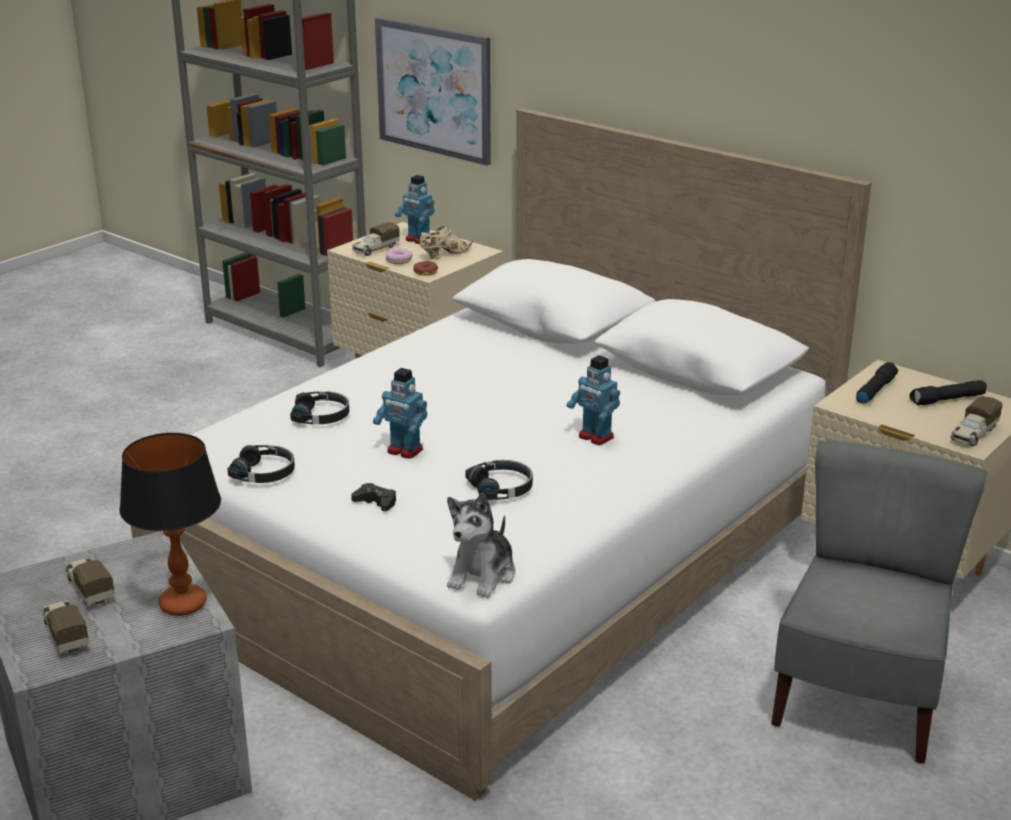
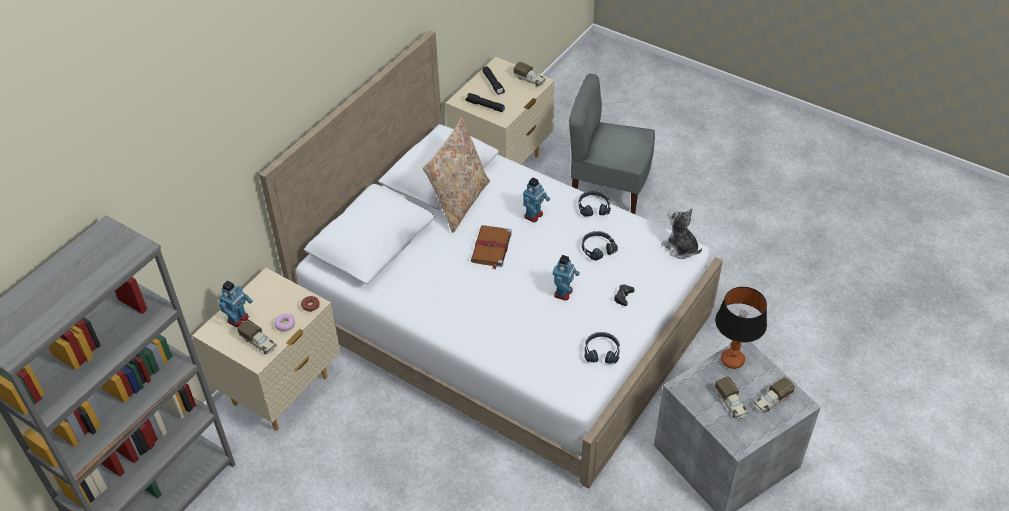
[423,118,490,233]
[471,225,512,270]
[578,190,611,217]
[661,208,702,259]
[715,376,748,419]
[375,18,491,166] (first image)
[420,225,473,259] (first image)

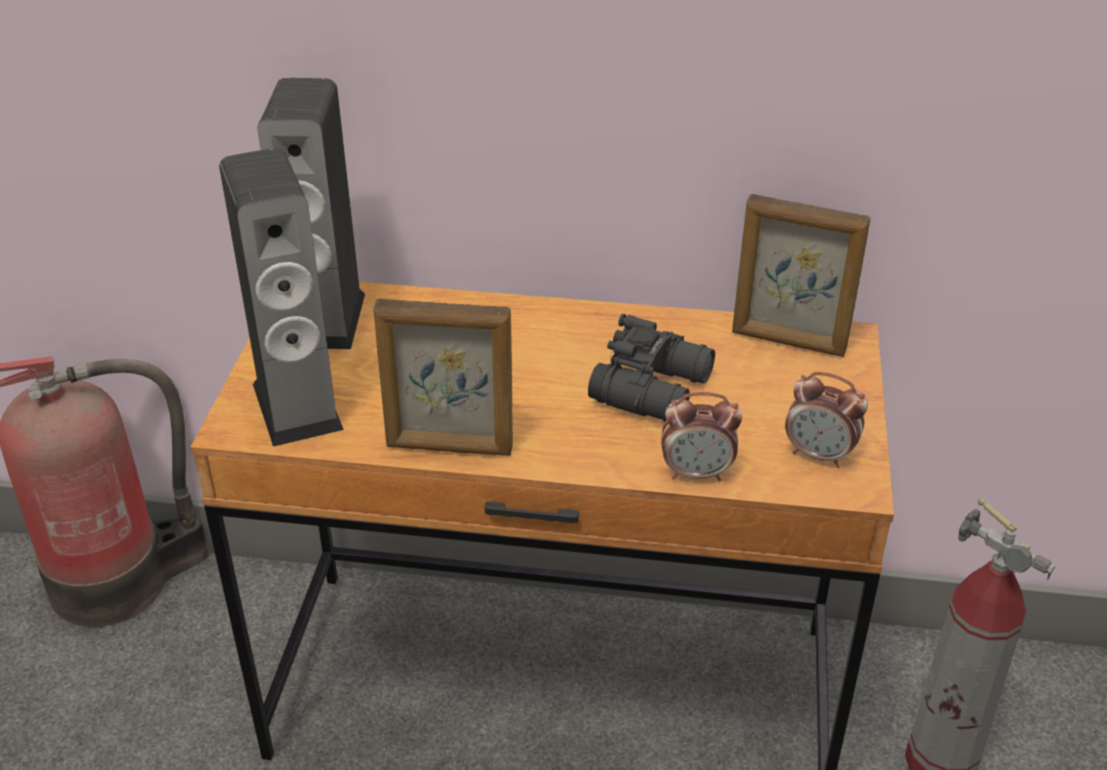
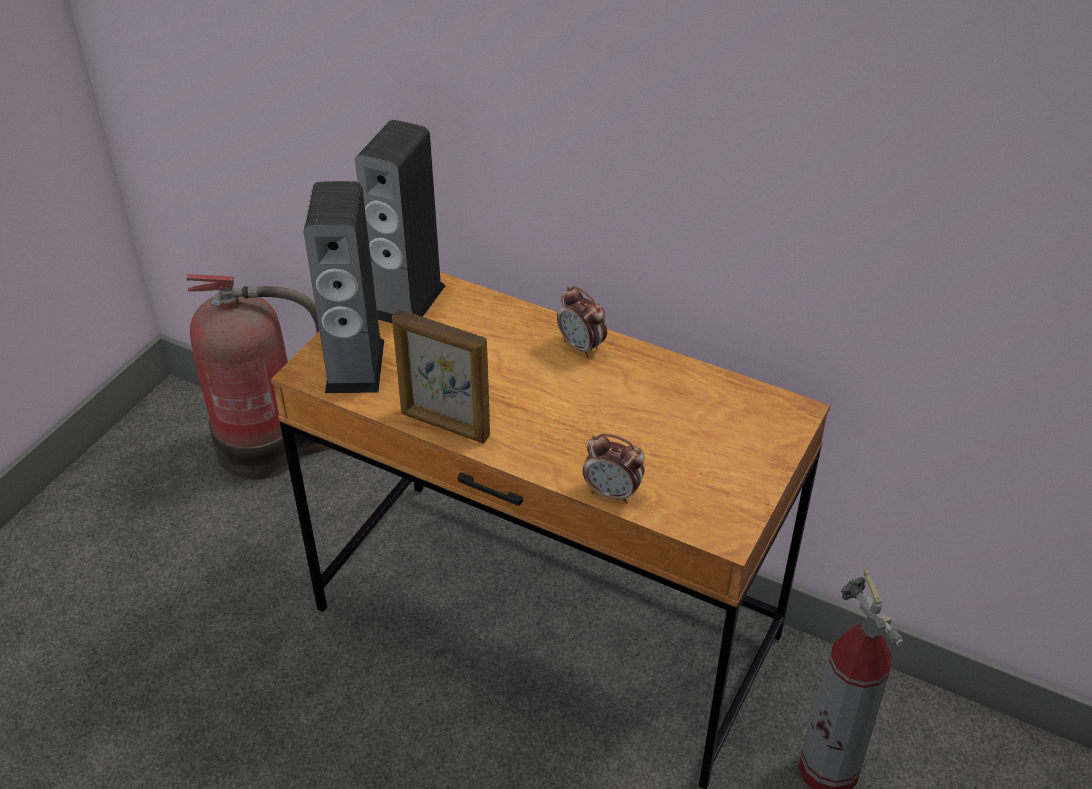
[557,286,607,358]
[588,314,715,422] (first image)
[732,194,871,357] (first image)

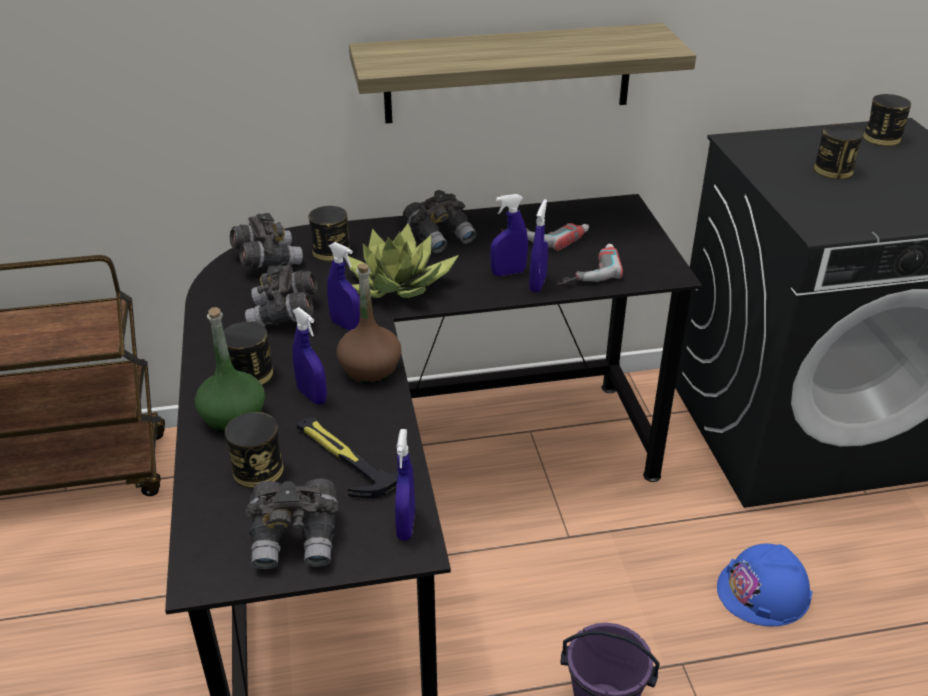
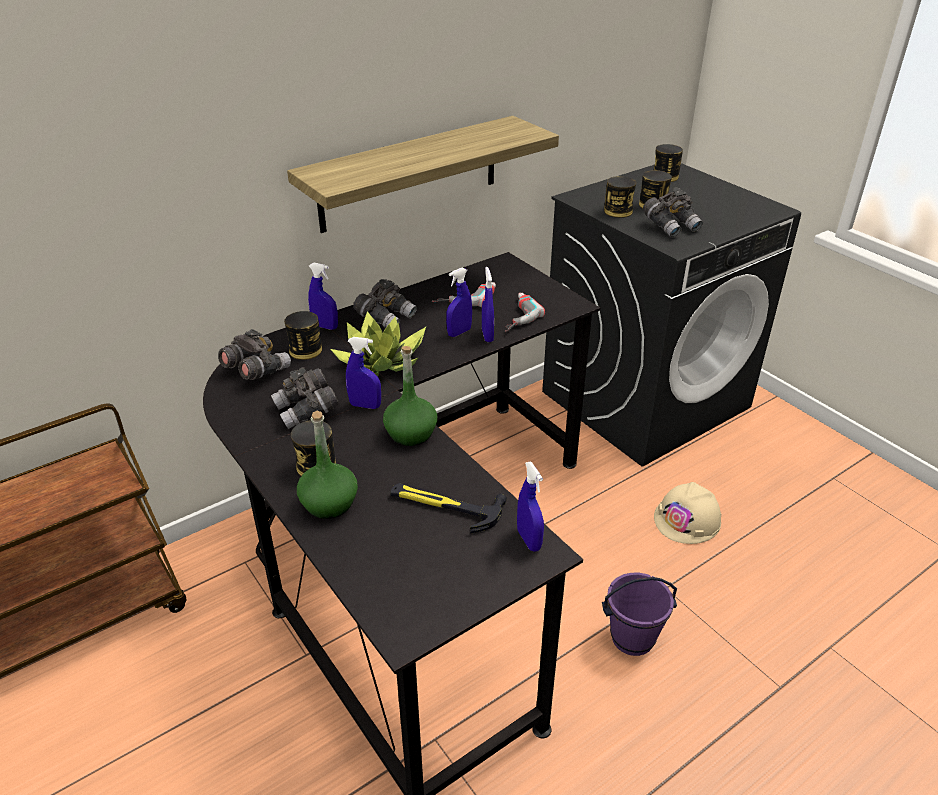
[308,262,338,330]
[383,346,437,446]
[604,176,636,218]
[643,187,703,238]
[654,482,721,544]

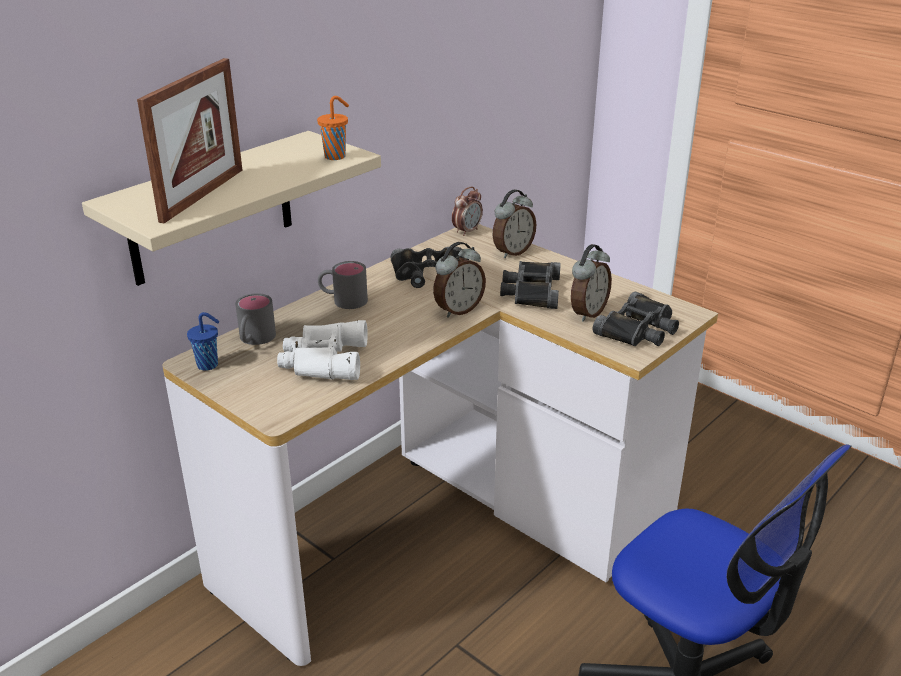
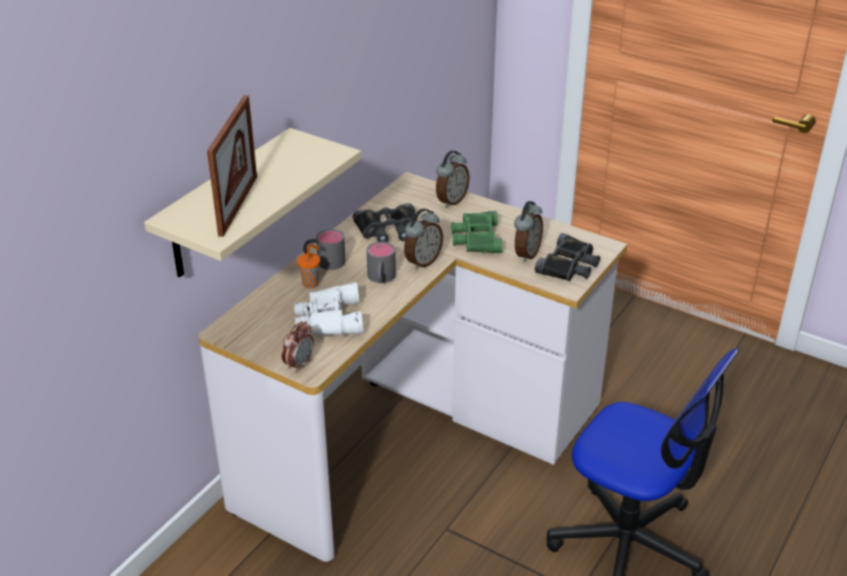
[282,321,314,373]
[297,244,320,288]
[367,242,396,283]
[451,211,503,253]
[187,312,220,371] (first image)

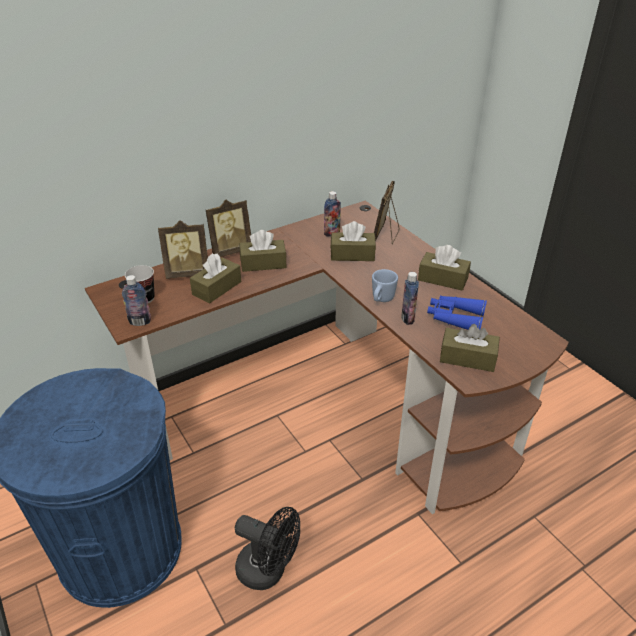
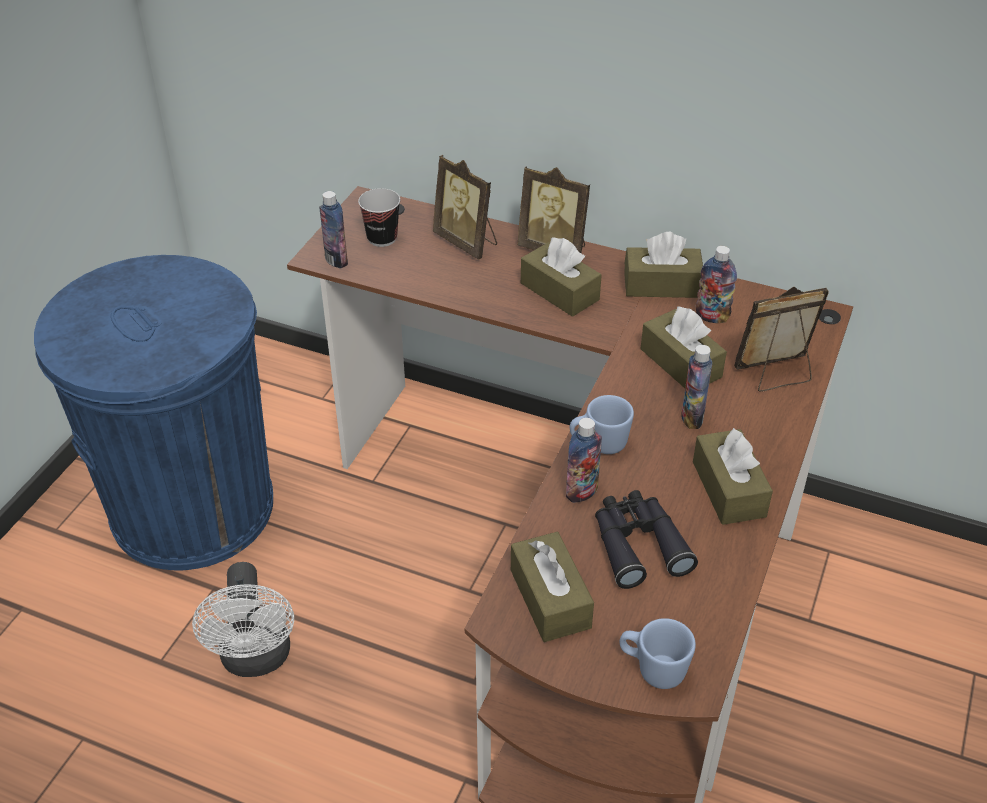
[192,562,294,677]
[595,490,698,589]
[620,618,696,689]
[624,232,703,298]
[681,345,712,429]

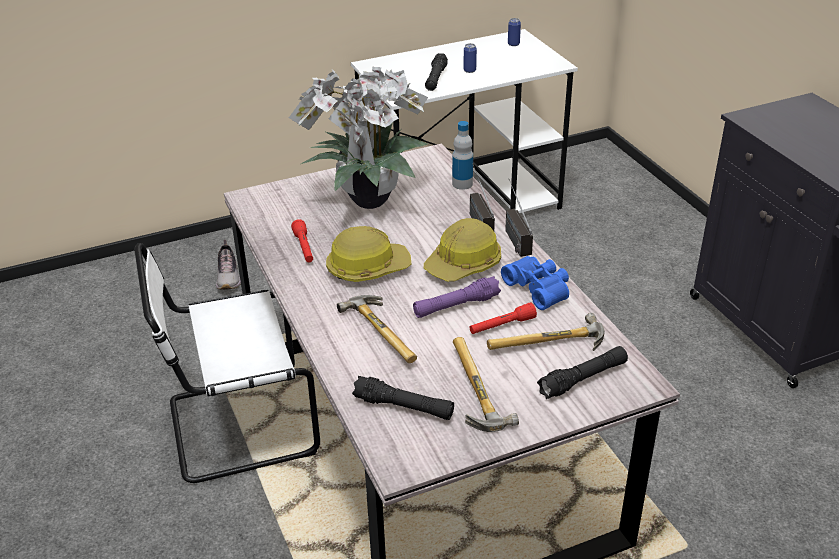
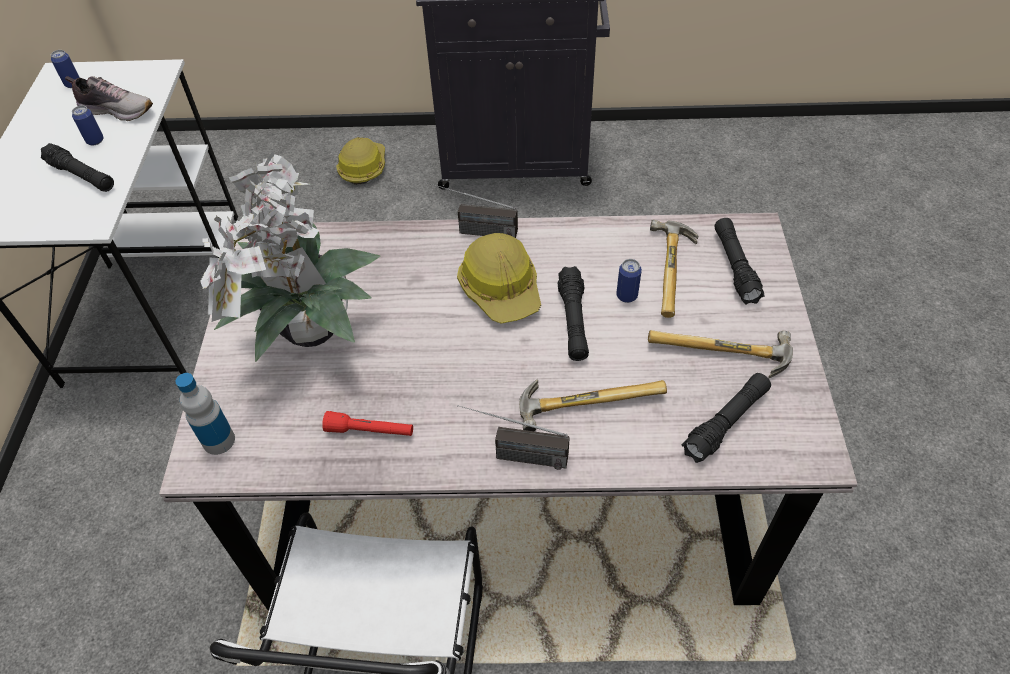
[65,76,153,121]
[176,373,235,455]
[336,137,385,185]
[457,405,570,470]
[558,266,589,361]
[616,259,642,303]
[501,256,569,310] (first image)

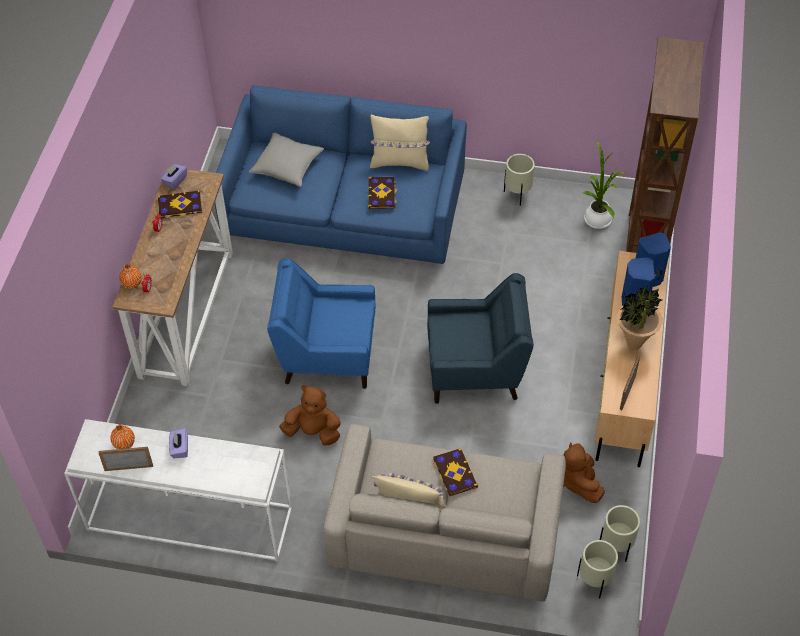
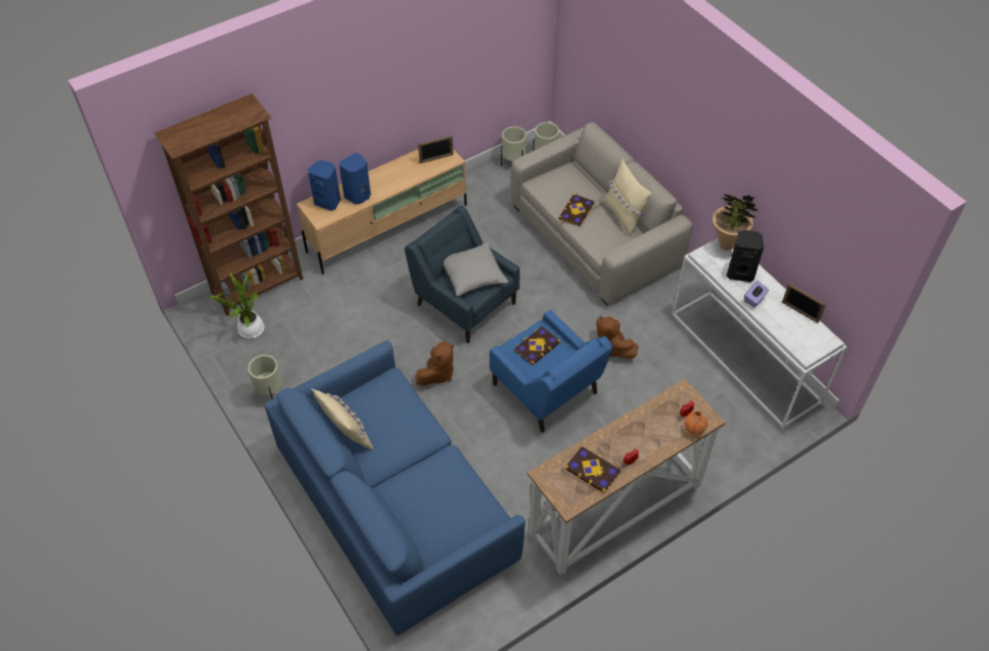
[416,341,454,386]
[443,242,508,296]
[514,326,561,365]
[712,194,760,251]
[726,230,764,282]
[110,424,135,449] (first image)
[161,164,187,189] (first image)

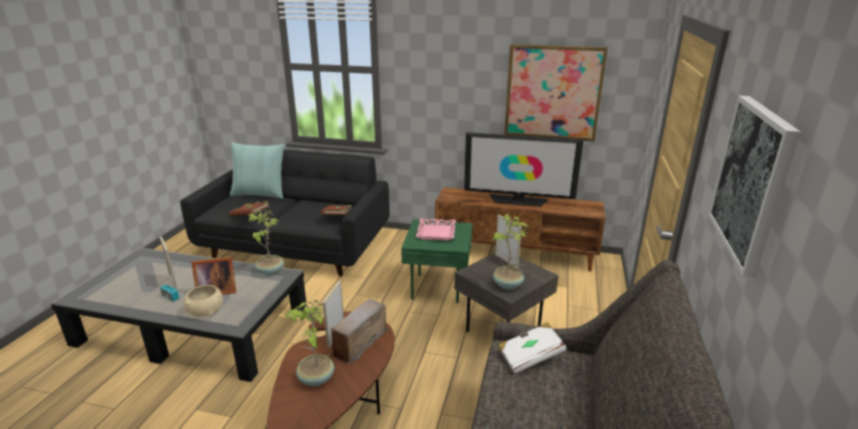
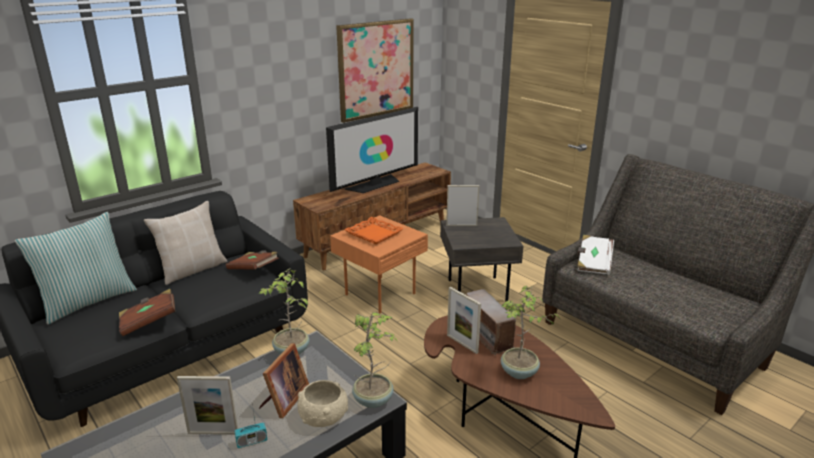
[144,201,227,285]
[330,215,428,313]
[344,217,404,244]
[352,312,397,408]
[708,96,801,278] (first image)

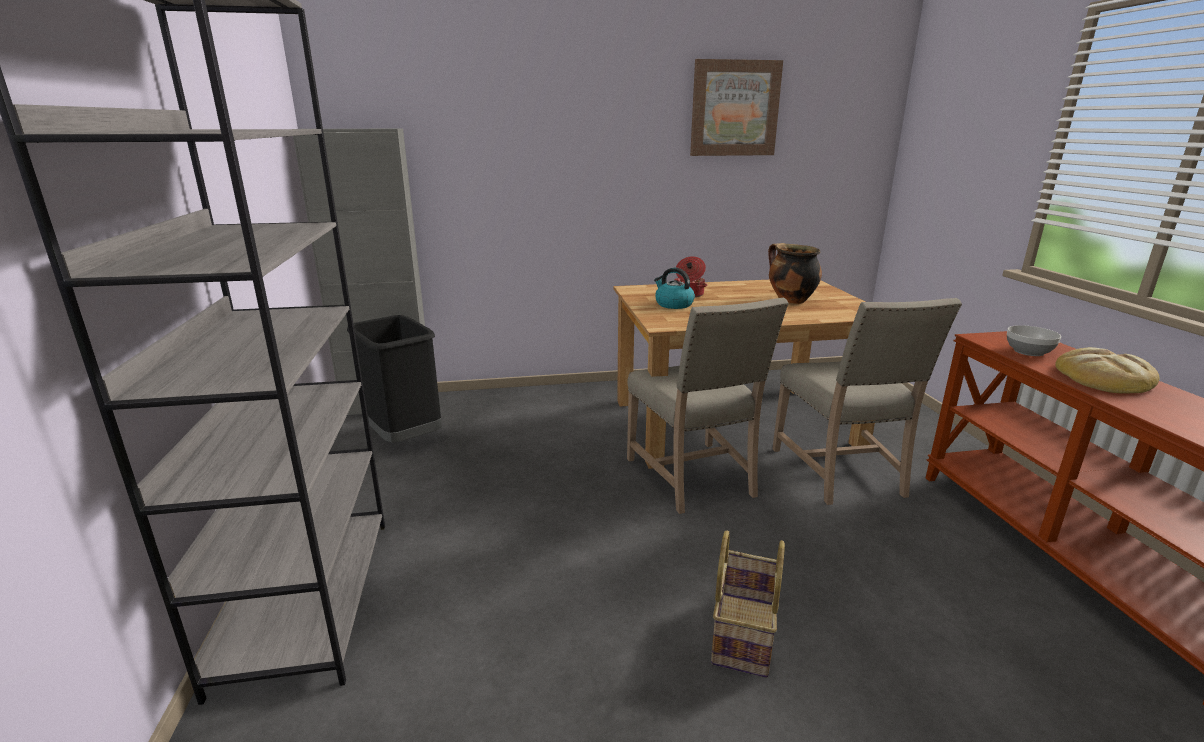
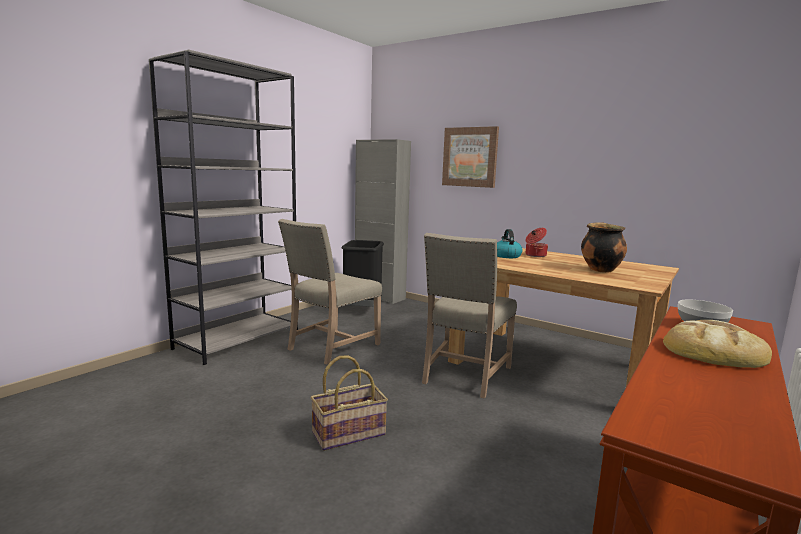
[278,219,382,365]
[442,126,499,188]

